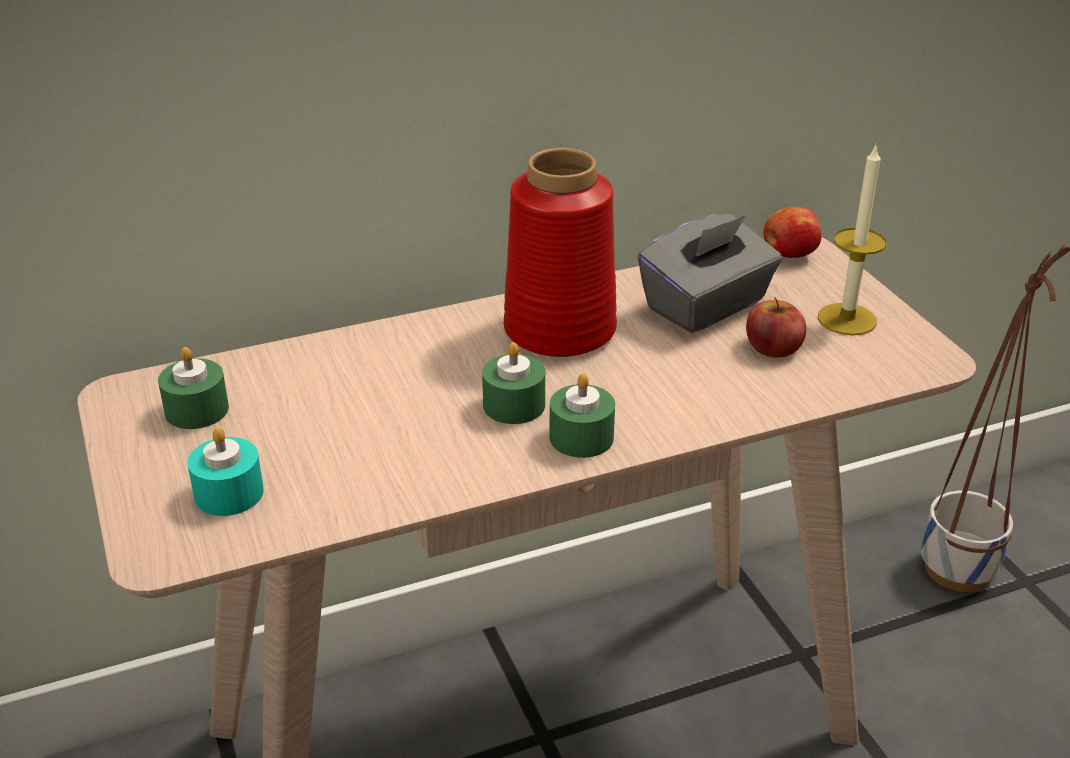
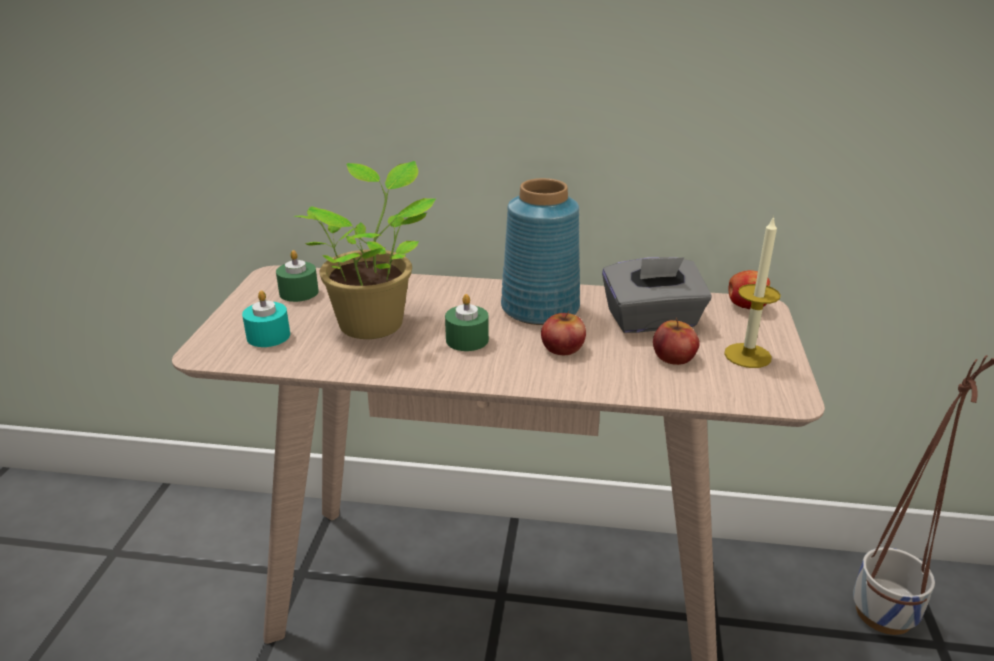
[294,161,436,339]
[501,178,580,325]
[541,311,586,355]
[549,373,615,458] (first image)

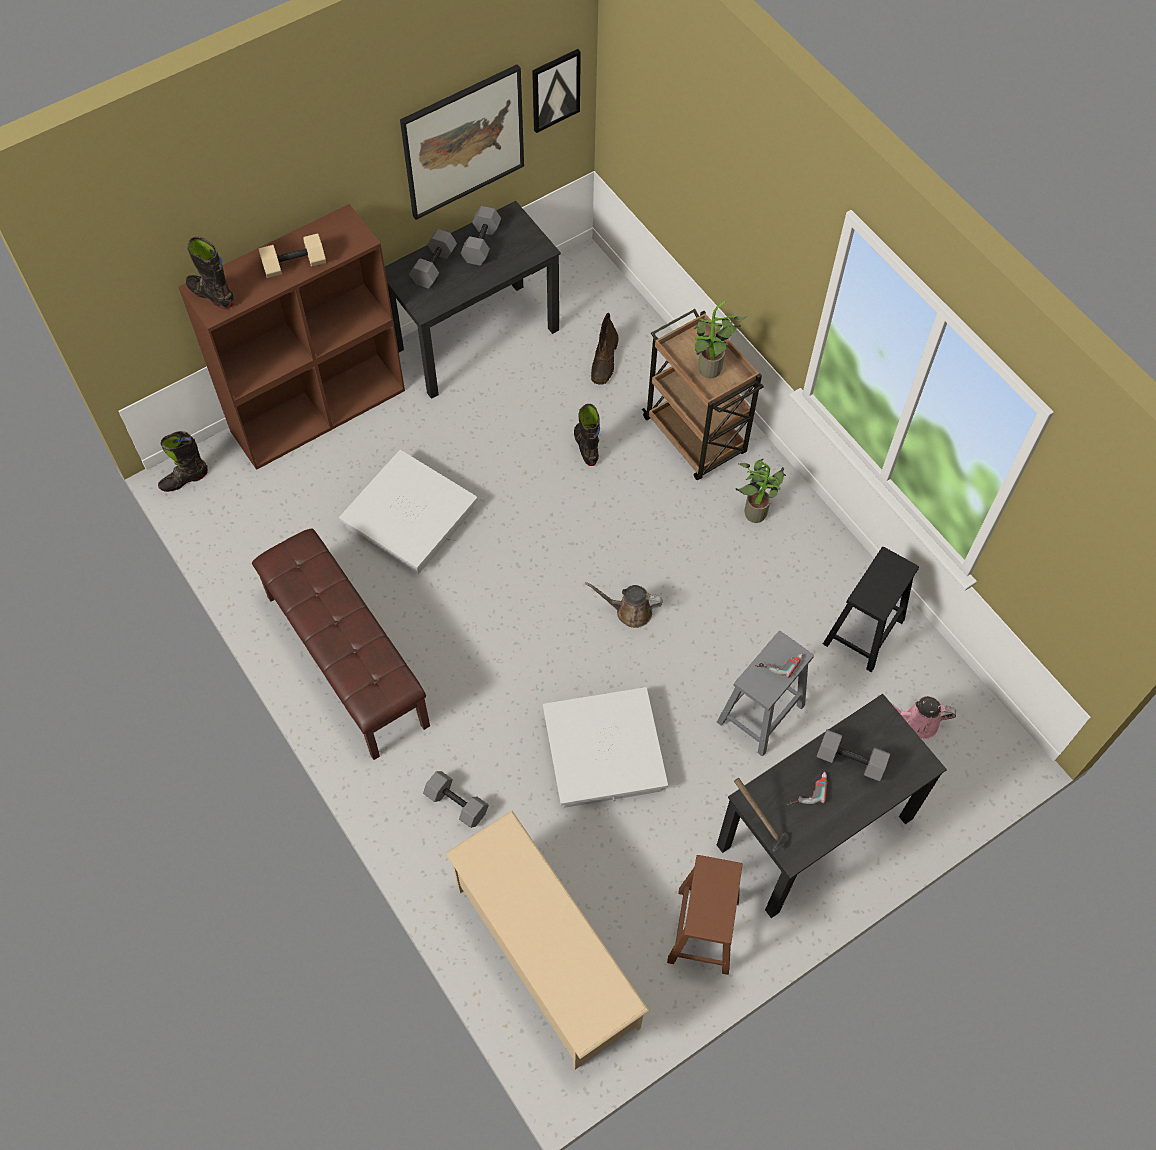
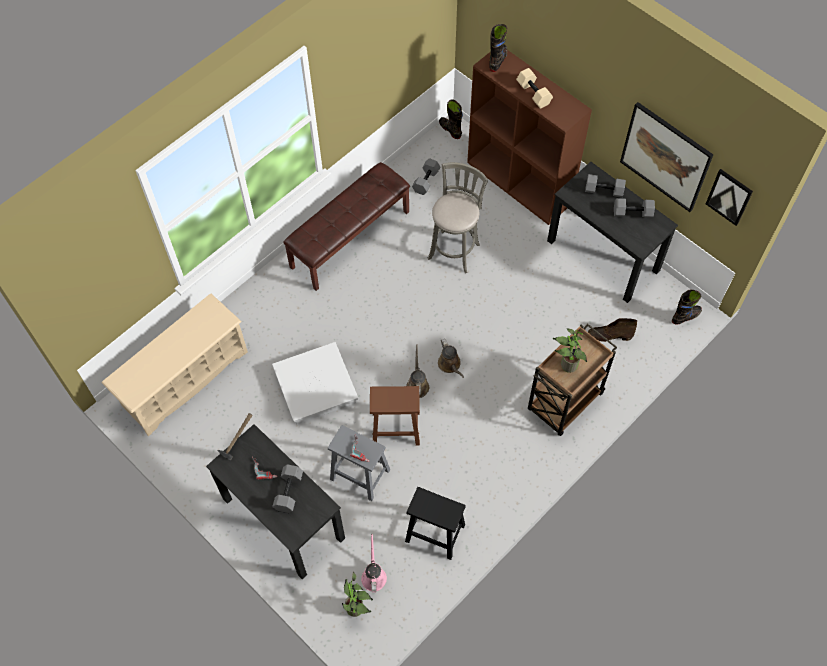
[342,571,373,617]
[370,386,420,446]
[412,158,440,195]
[428,162,488,273]
[438,339,464,378]
[672,290,702,325]

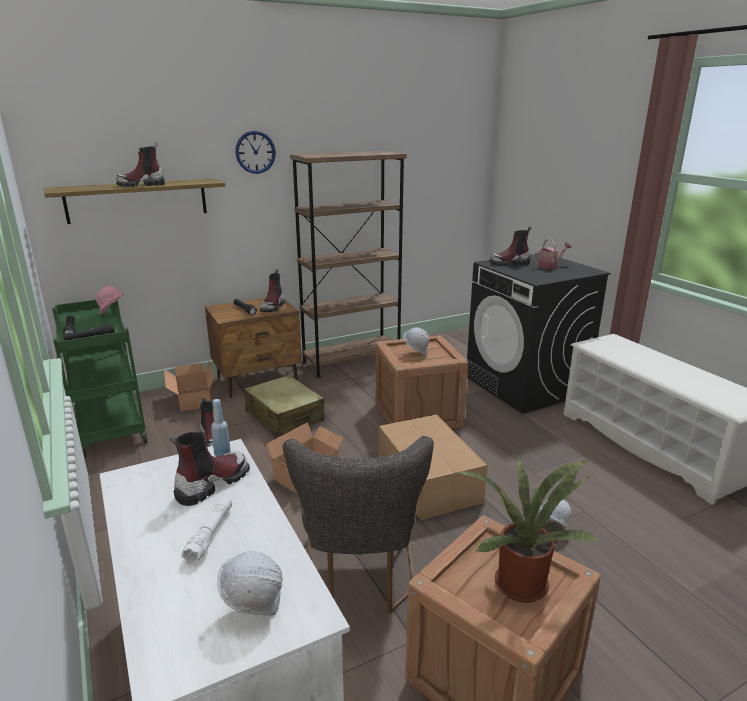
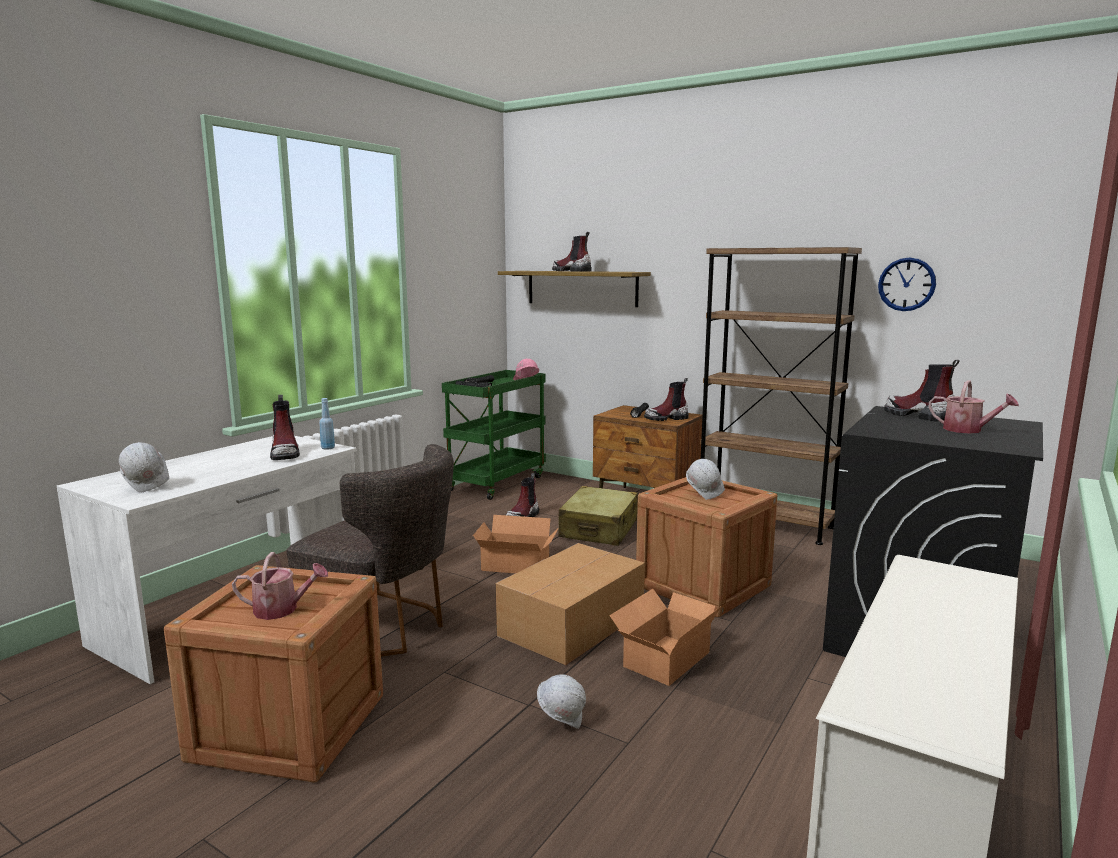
[232,552,328,620]
[270,395,300,460]
[286,444,454,657]
[609,589,721,686]
[878,257,936,311]
[181,496,232,564] (first image)

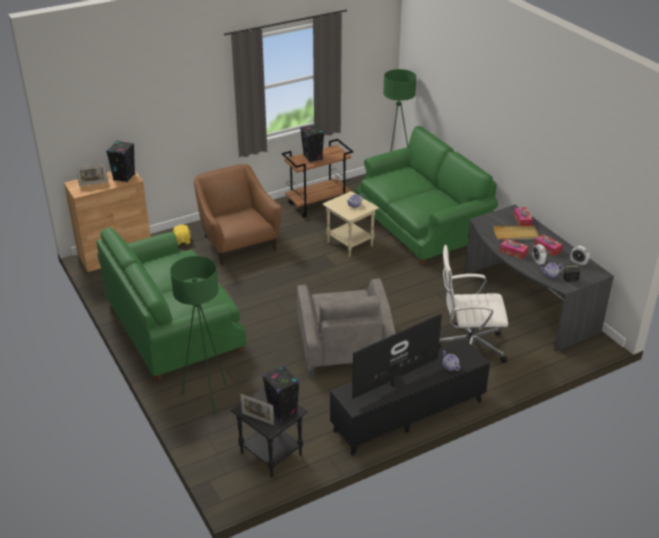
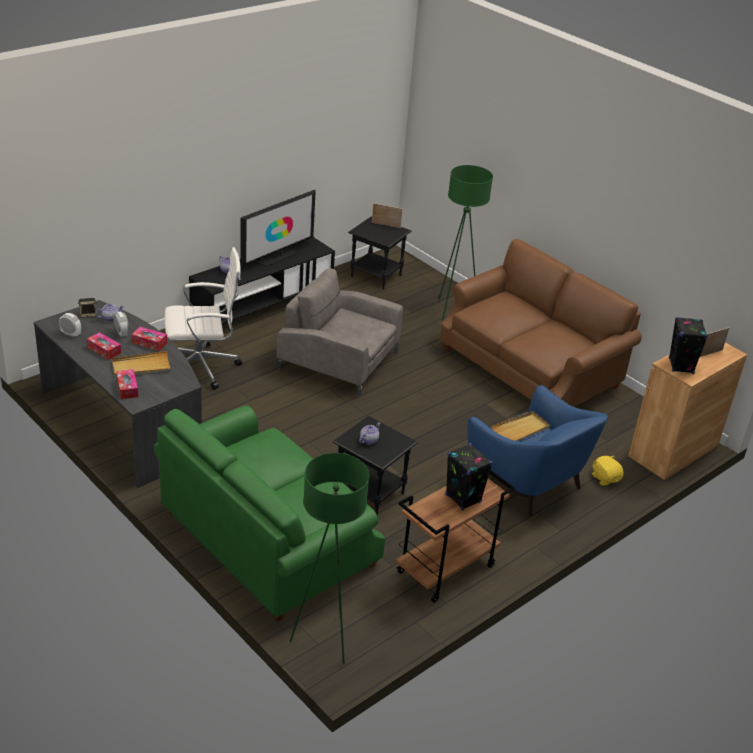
[277,268,403,398]
[333,416,418,516]
[440,239,642,407]
[468,385,608,516]
[492,411,550,441]
[262,366,300,422] (first image)

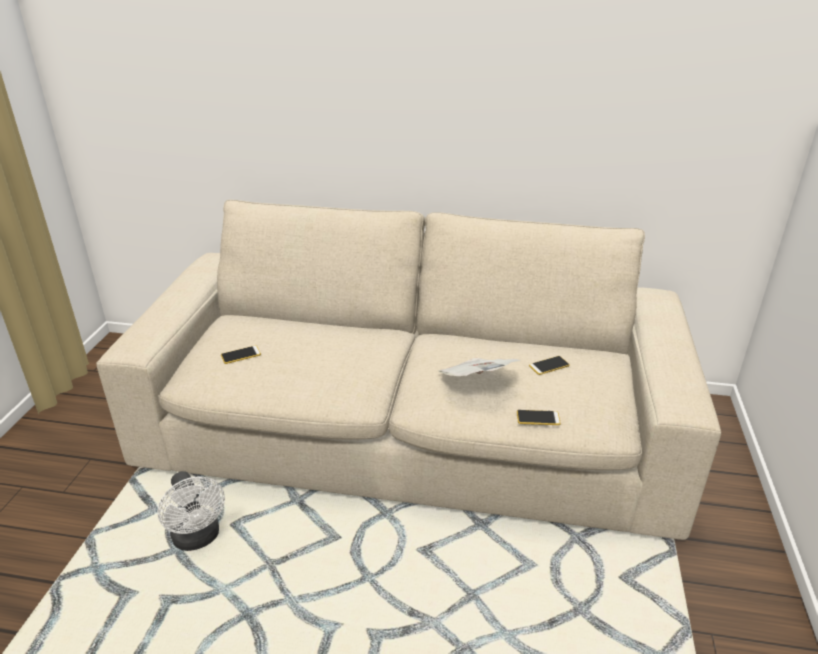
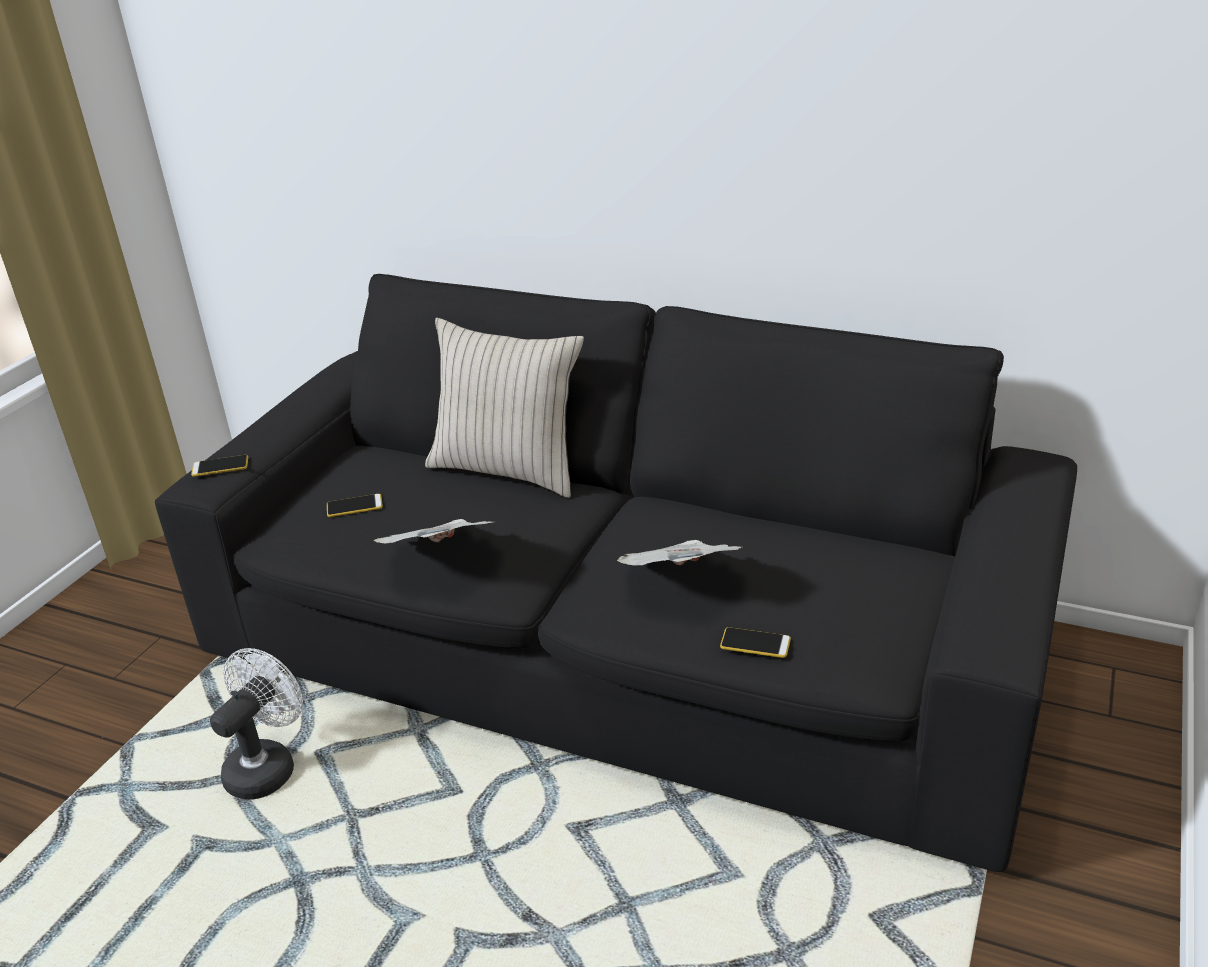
[155,274,1077,872]
[191,455,248,477]
[210,648,303,799]
[373,519,493,543]
[425,318,584,498]

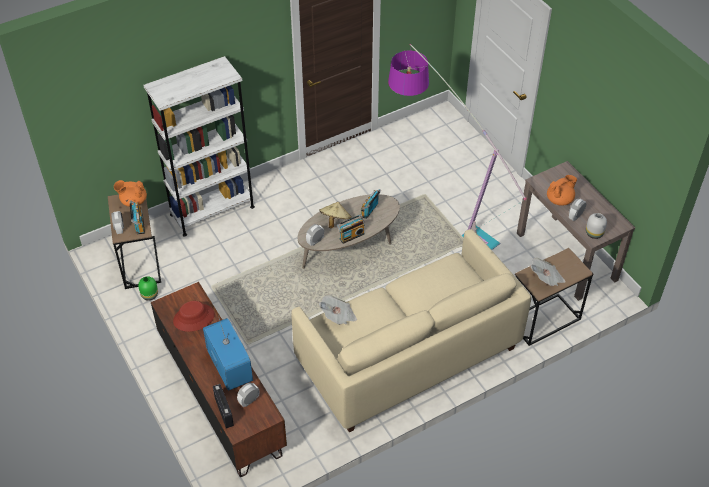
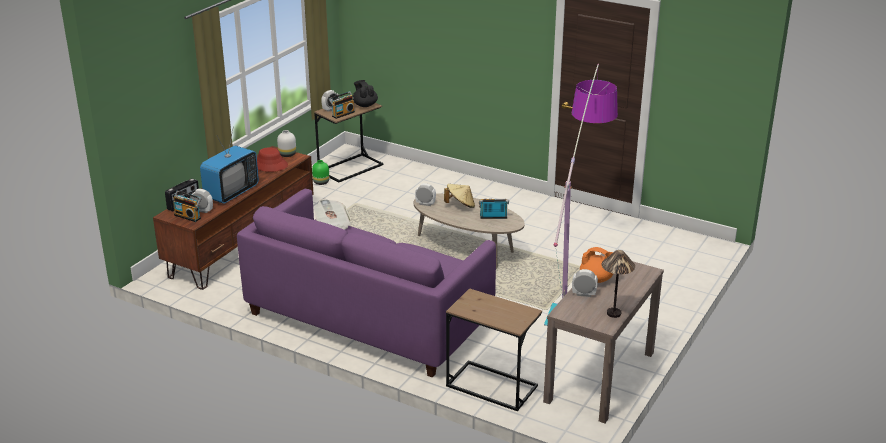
[173,191,202,222]
[237,189,496,378]
[277,130,296,157]
[353,80,378,107]
[601,250,635,318]
[143,56,255,237] (first image)
[530,258,566,287] (first image)

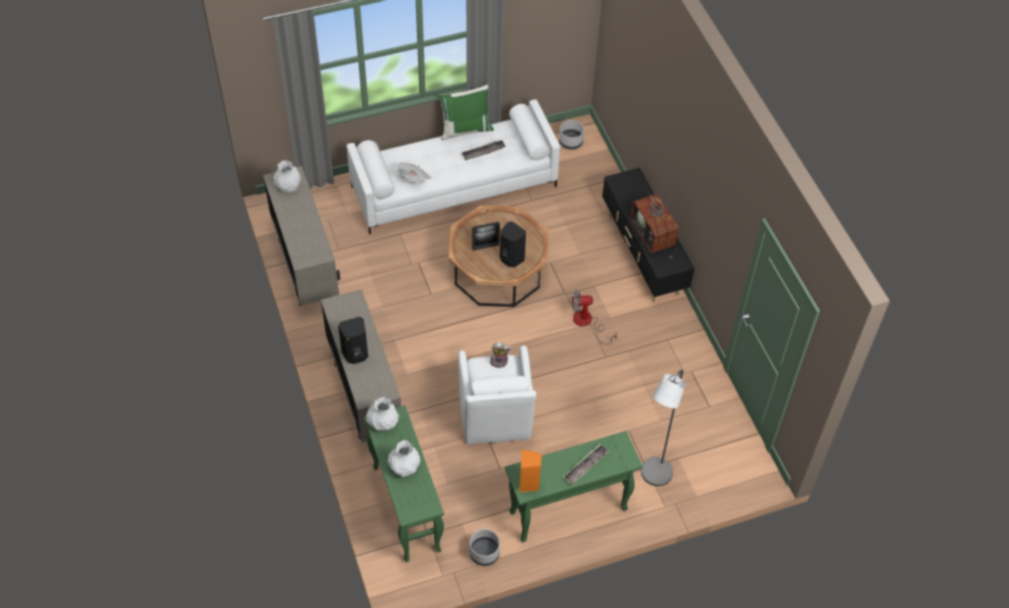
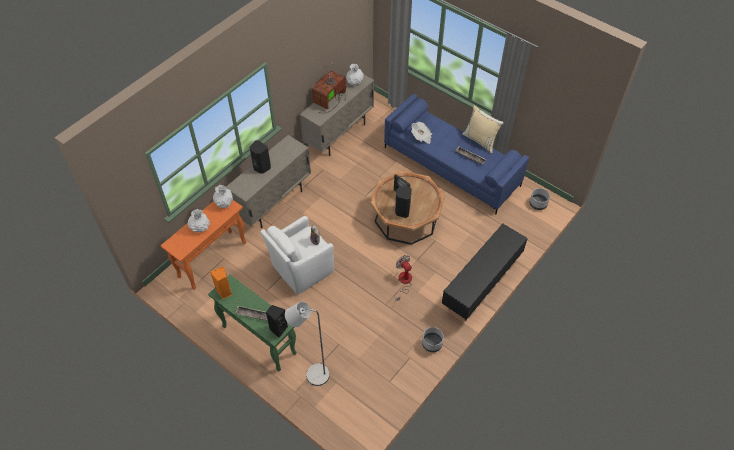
[161,200,247,290]
[266,305,288,338]
[312,65,346,113]
[384,94,529,214]
[422,327,444,352]
[462,105,503,153]

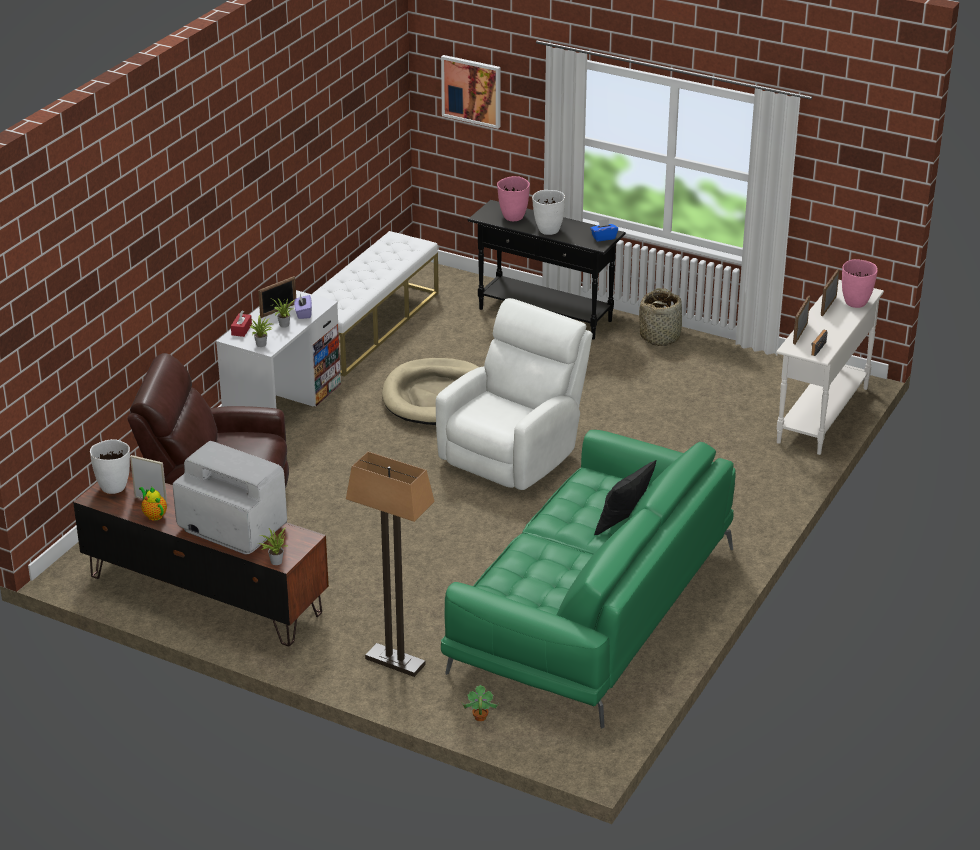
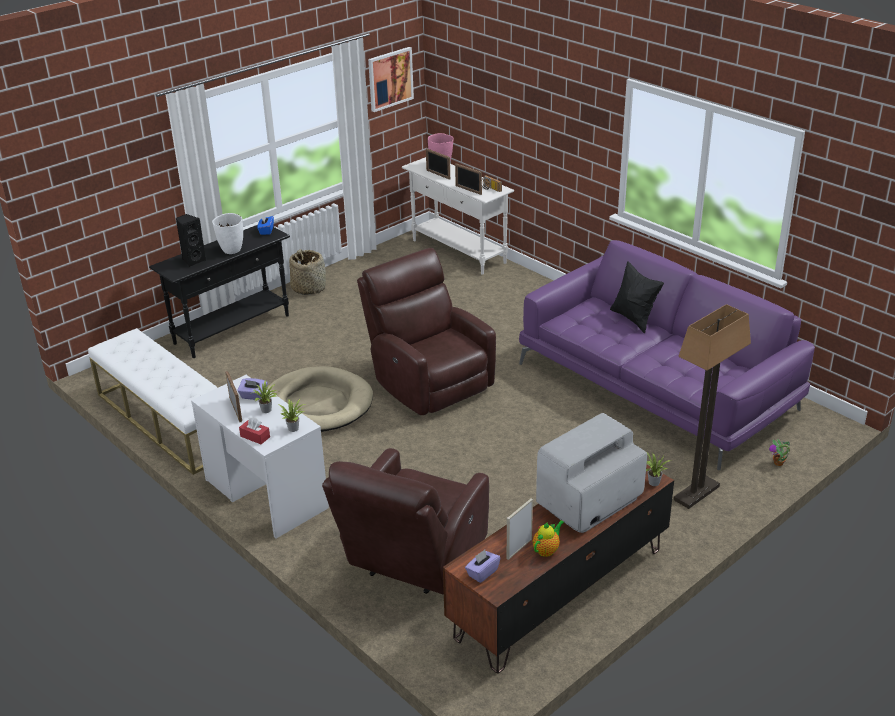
[176,214,206,267]
[357,248,496,415]
[368,47,414,112]
[465,550,500,583]
[519,240,815,470]
[533,520,564,557]

